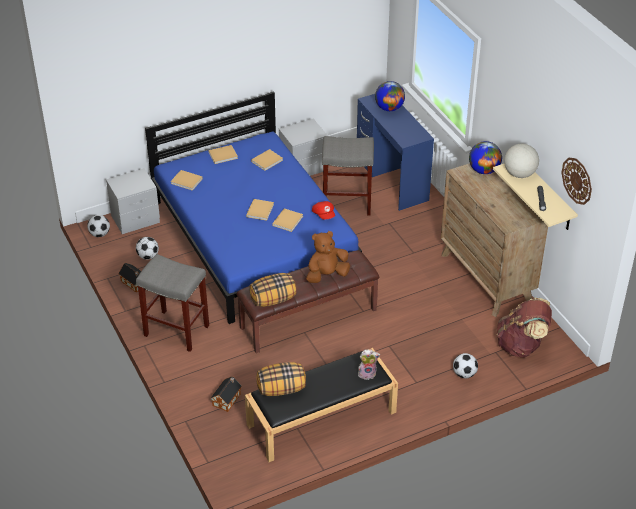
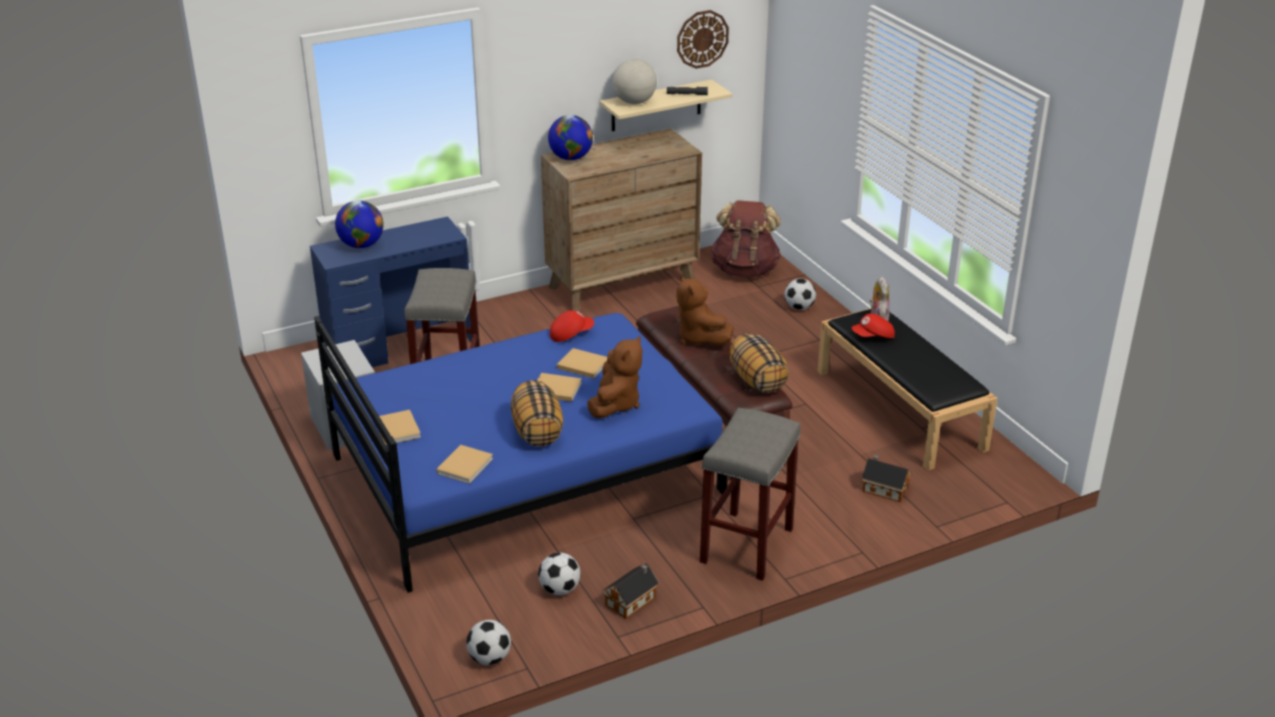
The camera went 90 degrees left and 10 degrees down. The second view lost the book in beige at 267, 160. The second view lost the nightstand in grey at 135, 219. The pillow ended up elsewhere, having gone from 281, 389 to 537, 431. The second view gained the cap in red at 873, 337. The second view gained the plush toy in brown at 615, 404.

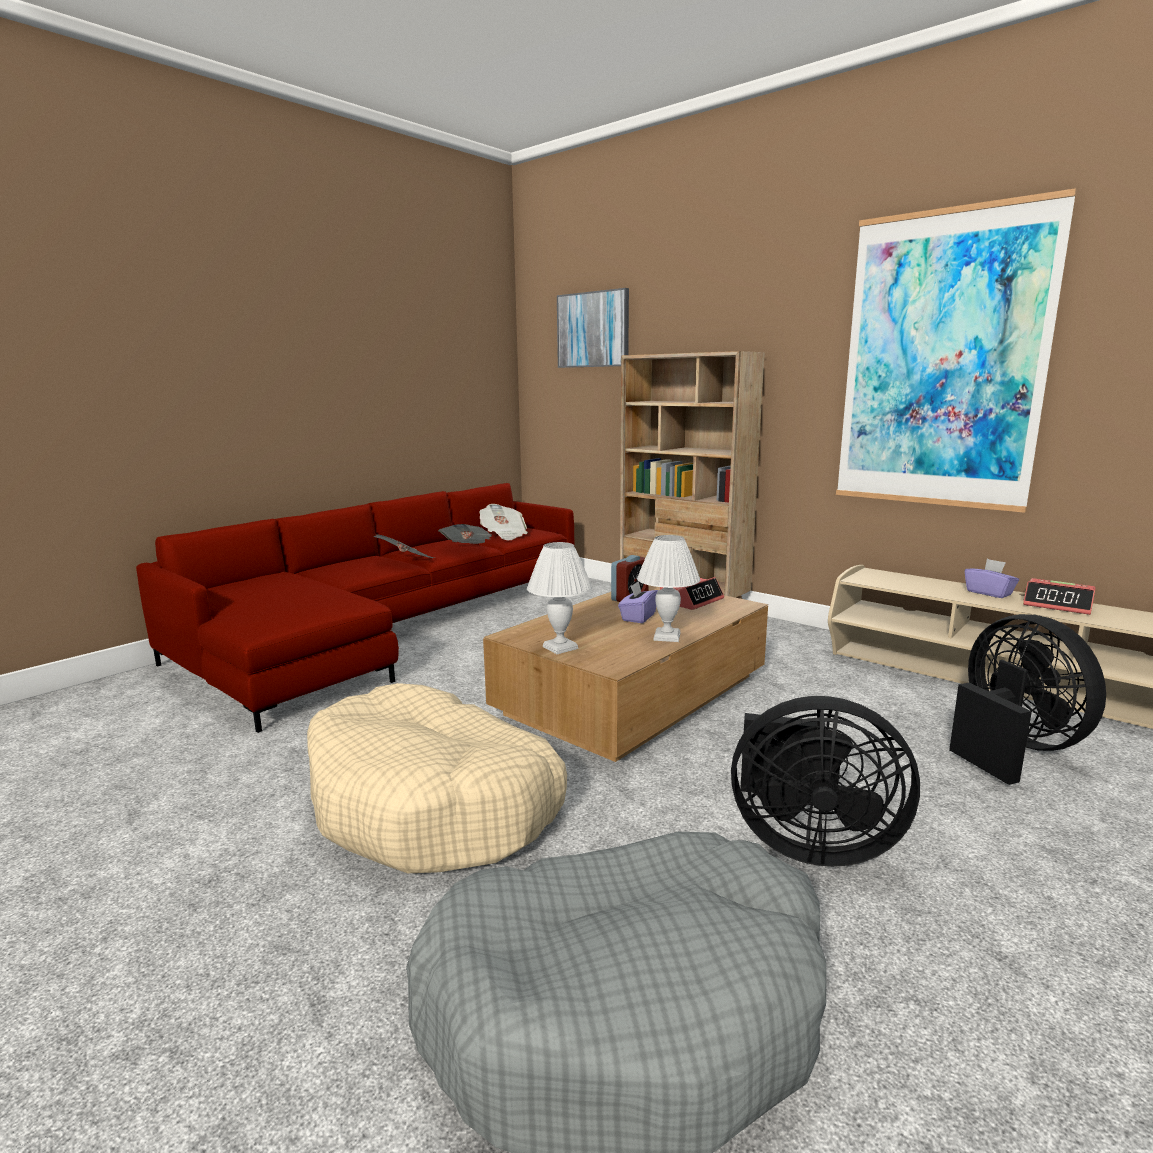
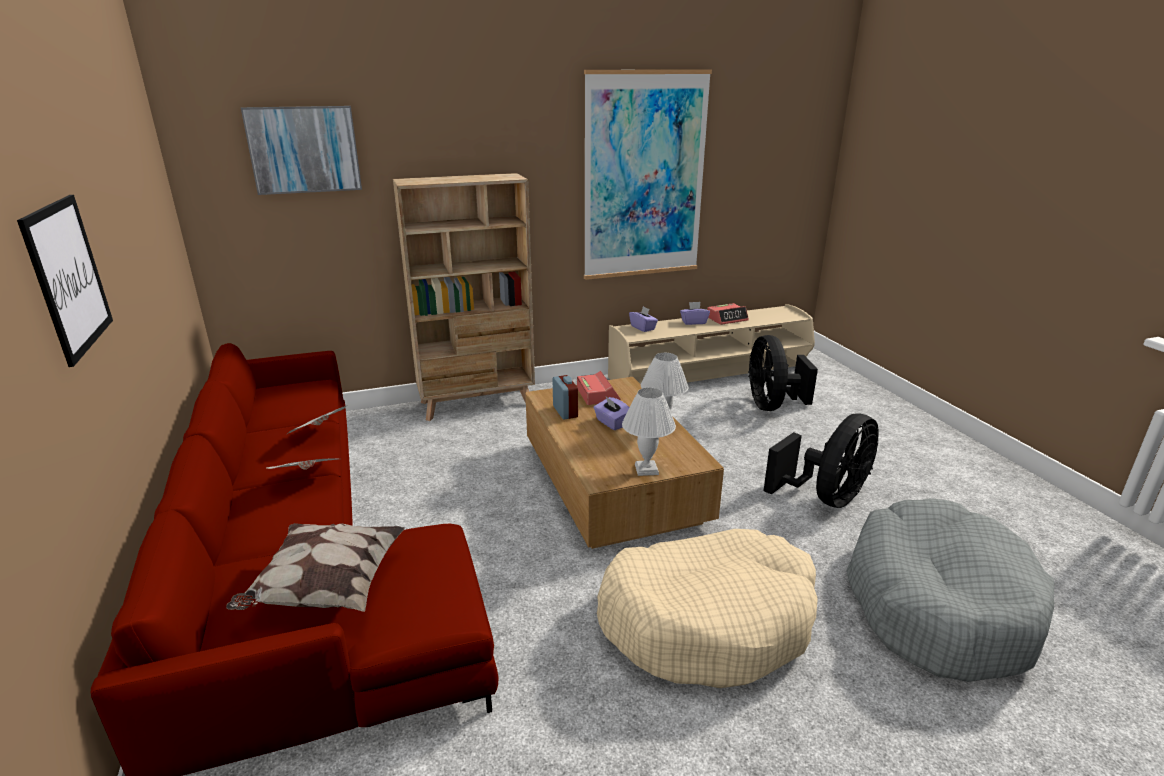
The camera went 60 degrees left and 10 degrees up. The second view lost the newspaper at 504, 535. The fan in black at 1012, 748 ended up facing another way, 105 degrees counterclockwise from before. The second view gained the picture at 68, 277. The second view gained the tissue box in purple at 643, 328. The second view gained the pillow at 326, 588.

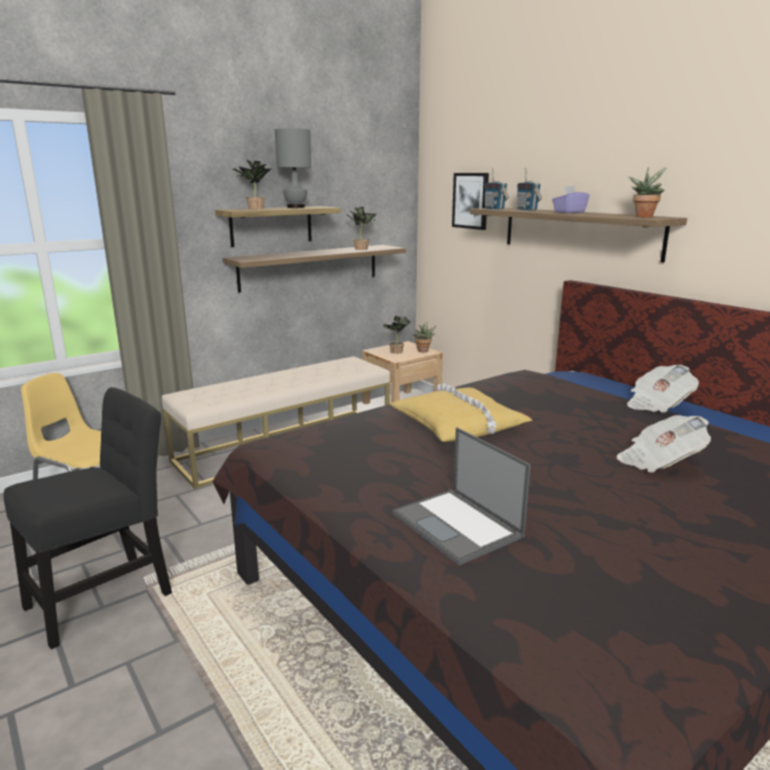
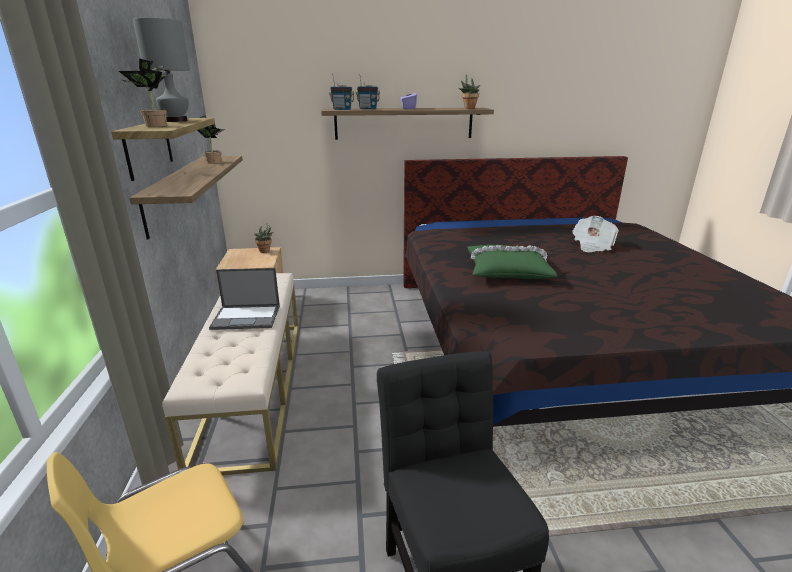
The camera went 60 degrees left and 5 degrees up. The second view lost the picture at 471, 201. The second view lost the potted plant at 396, 352. The second view lost the newspaper at 657, 404. What was the pillow in yellow at 459, 425 turned into the pillow in green at 507, 270. The laptop ended up elsewhere, having gone from 458, 526 to 247, 317.

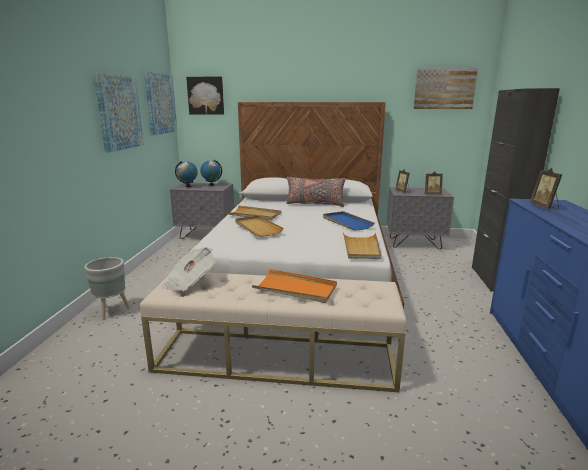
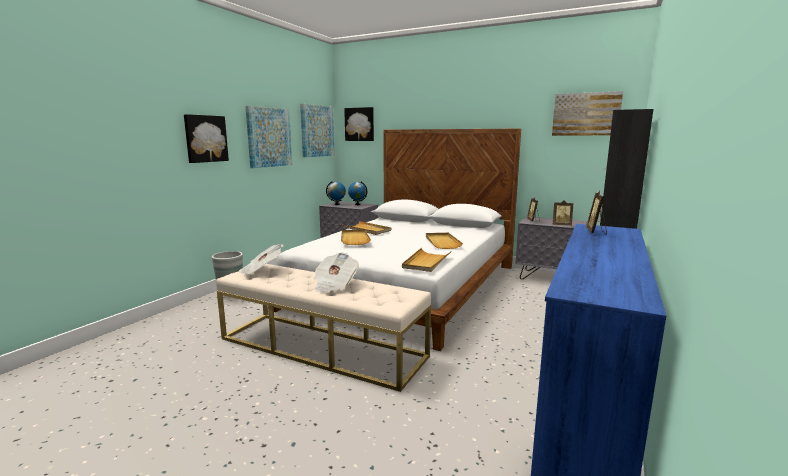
The camera went 20 degrees right and 5 degrees down. The second view lost the pillow in grey at 314, 204. What was the tray in blue at 346, 222 turned into the tray in beige at 442, 242. Where the tray in orange stood at 295, 289, the newspaper came to stand at 334, 285. The second view gained the picture at 205, 138.

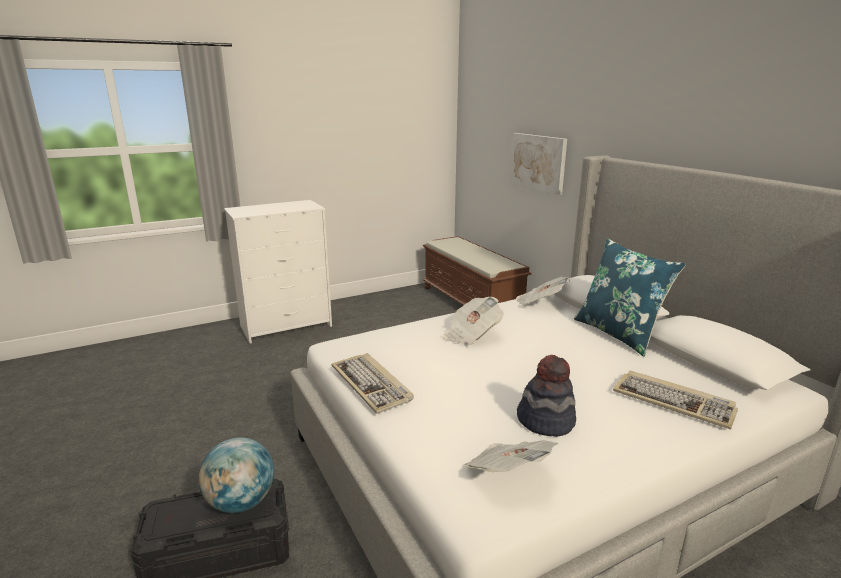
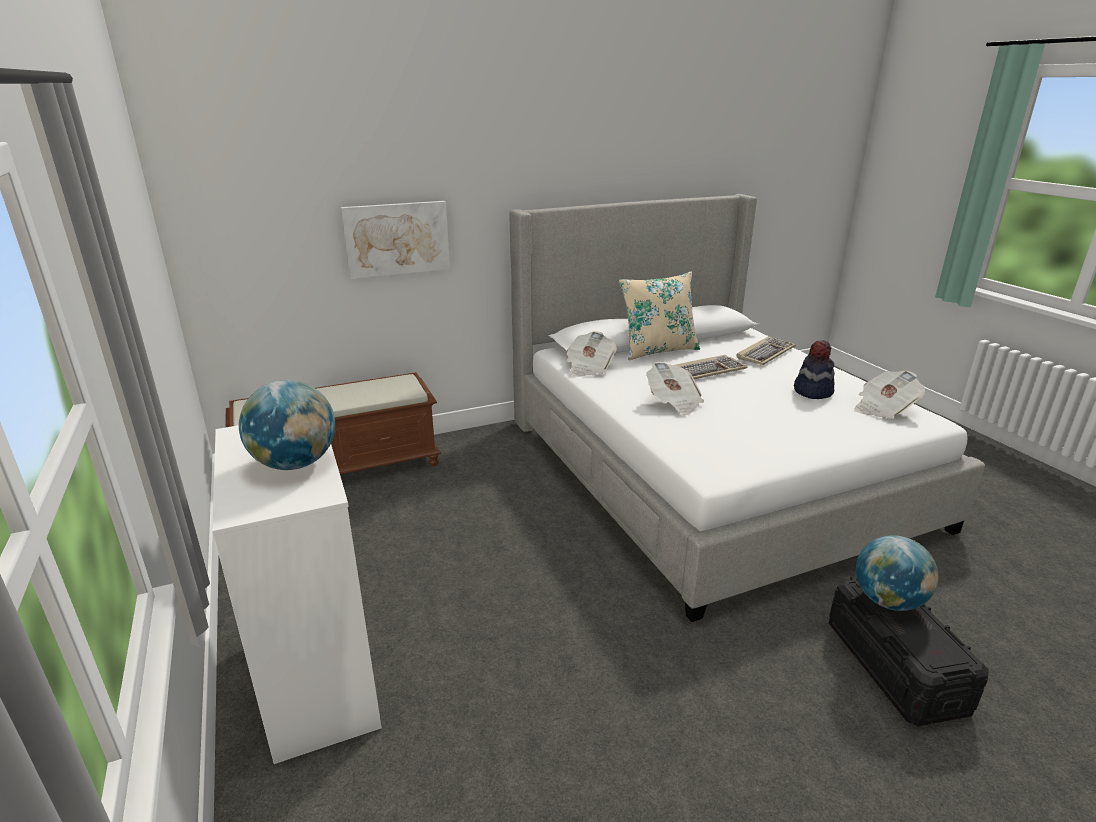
The camera went 85 degrees left and 5 degrees up. What was the pillow in blue at 618, 333 turned into the pillow in beige at 657, 350. The keyboard ended up elsewhere, having gone from 372, 385 to 706, 371. The second view gained the globe at 295, 464.

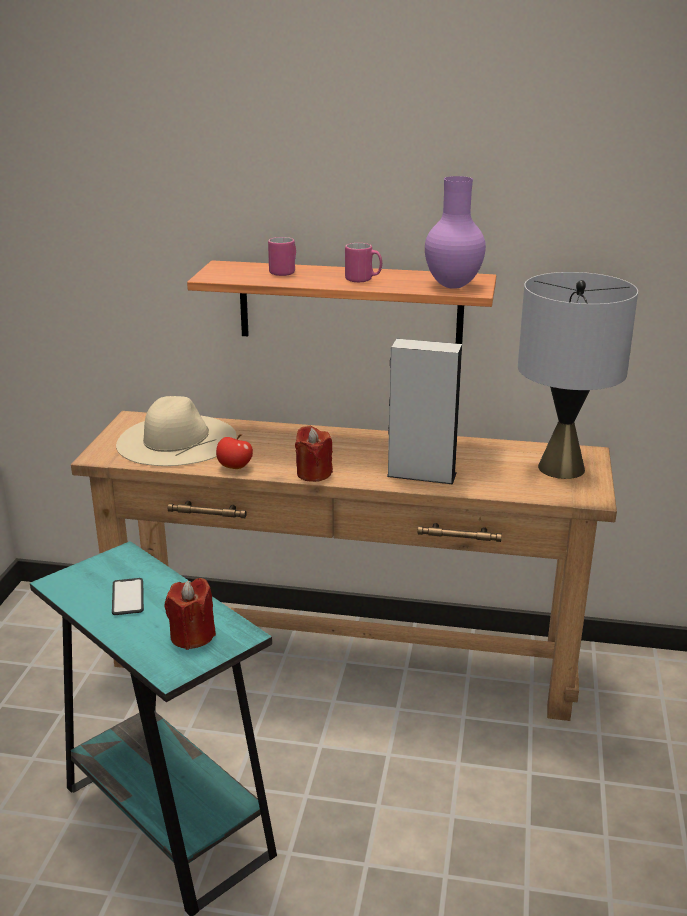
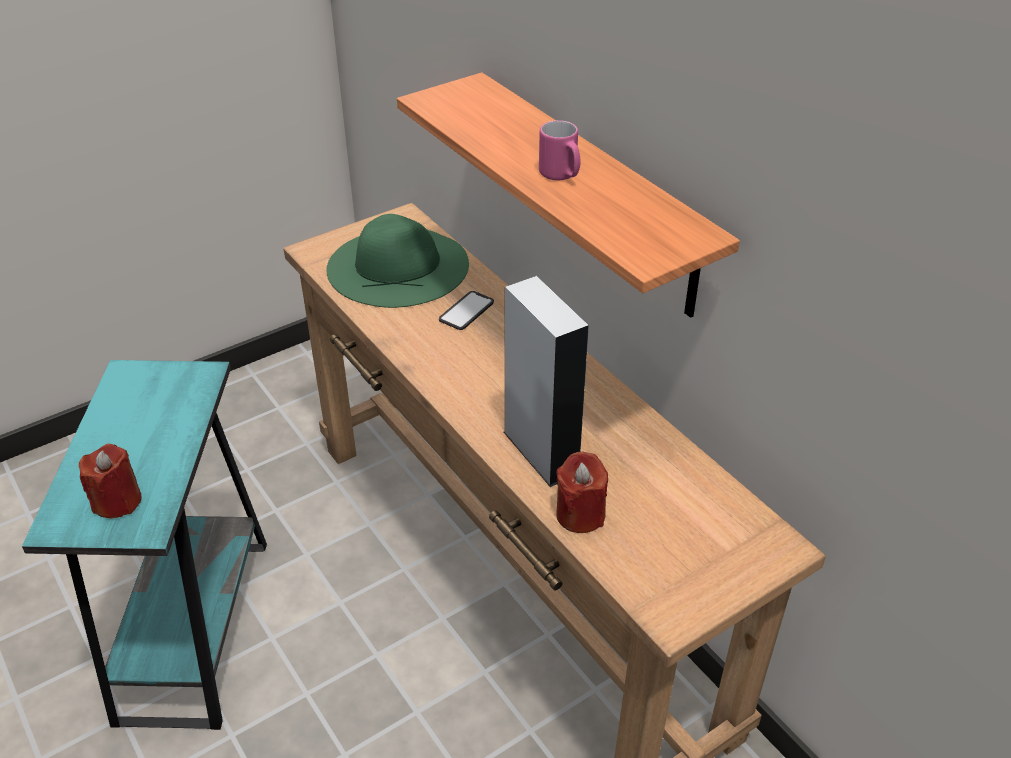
The camera went 45 degrees right and 15 degrees up. The second view lost the vase in purple at 453, 286. The second view lost the mug in pink at 285, 272. The second view lost the table lamp in grey at 560, 468. What was the hat in beige at 176, 440 turned into the hat in green at 398, 266. The candle in red ended up elsewhere, having gone from 313, 474 to 580, 514. The second view lost the apple at 234, 467. The phone ended up elsewhere, having gone from 128, 597 to 466, 311.

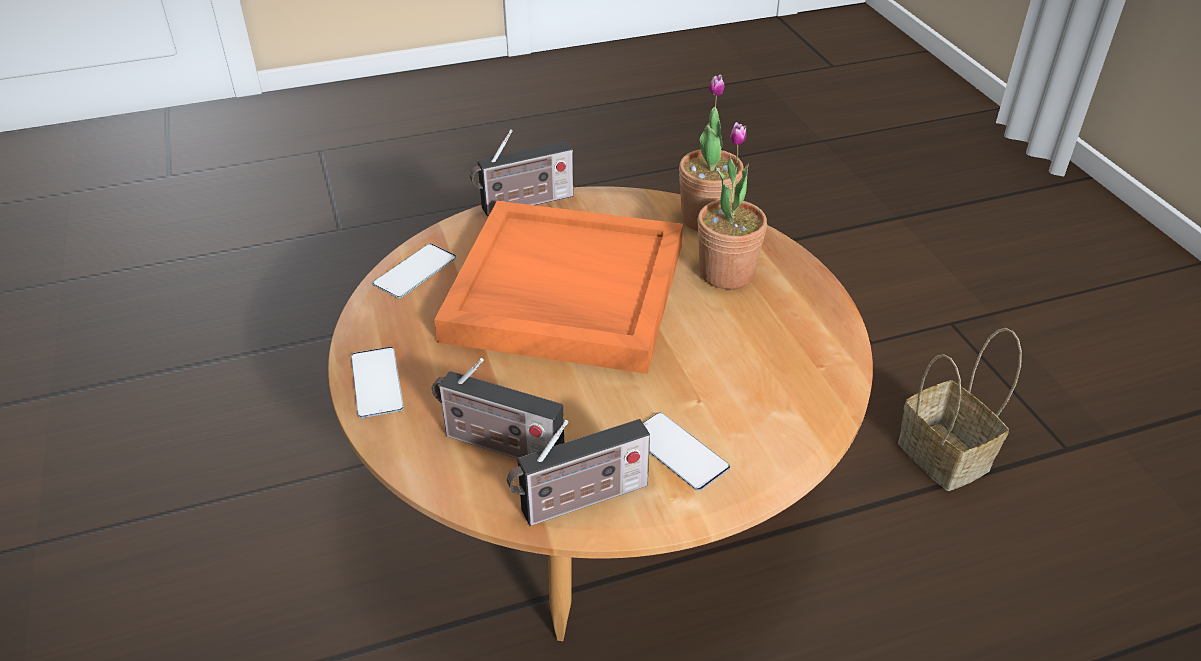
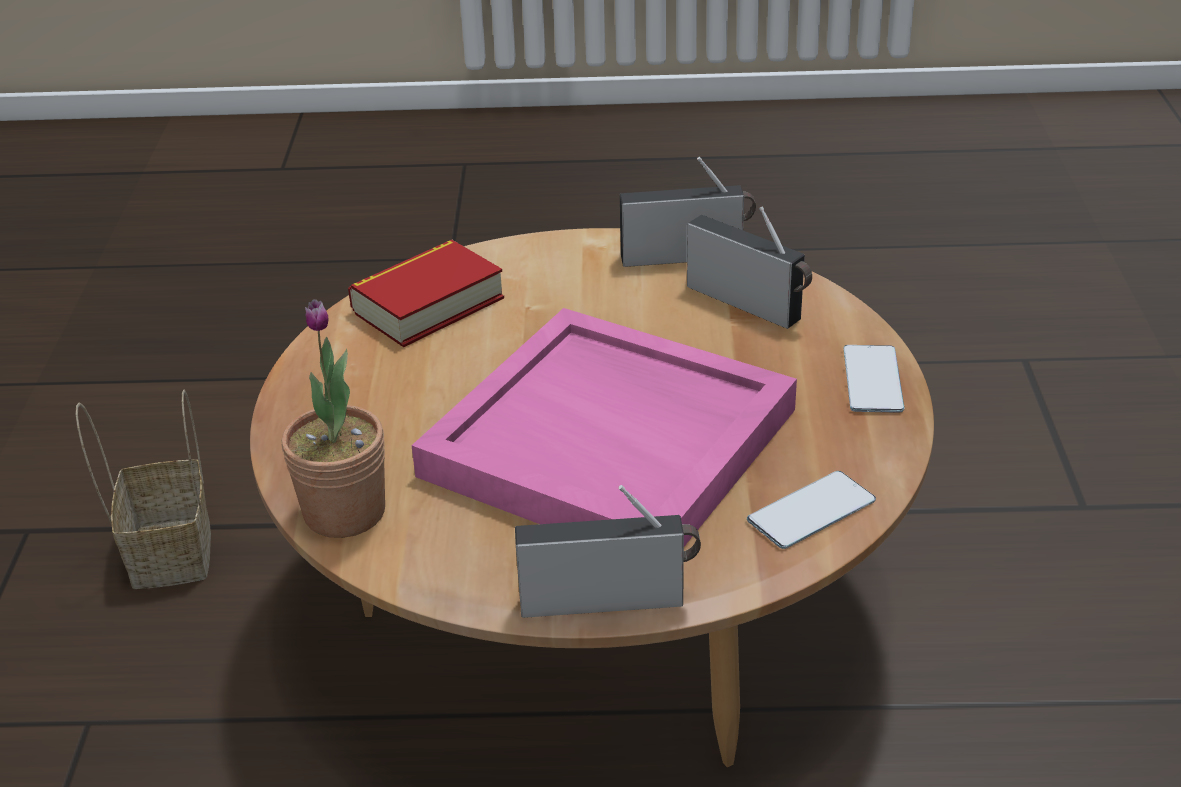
The camera went 160 degrees left and 5 degrees down. The second view lost the potted plant at 726, 273. What was the tray in orange at 563, 292 turned into the tray in pink at 613, 442. The second view lost the phone at 678, 451. The second view gained the book at 428, 305.

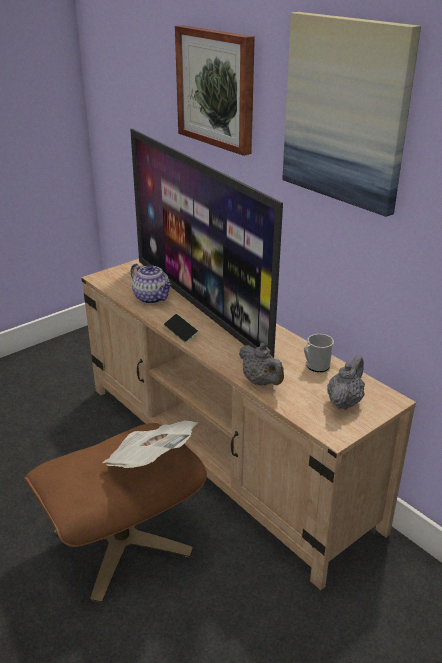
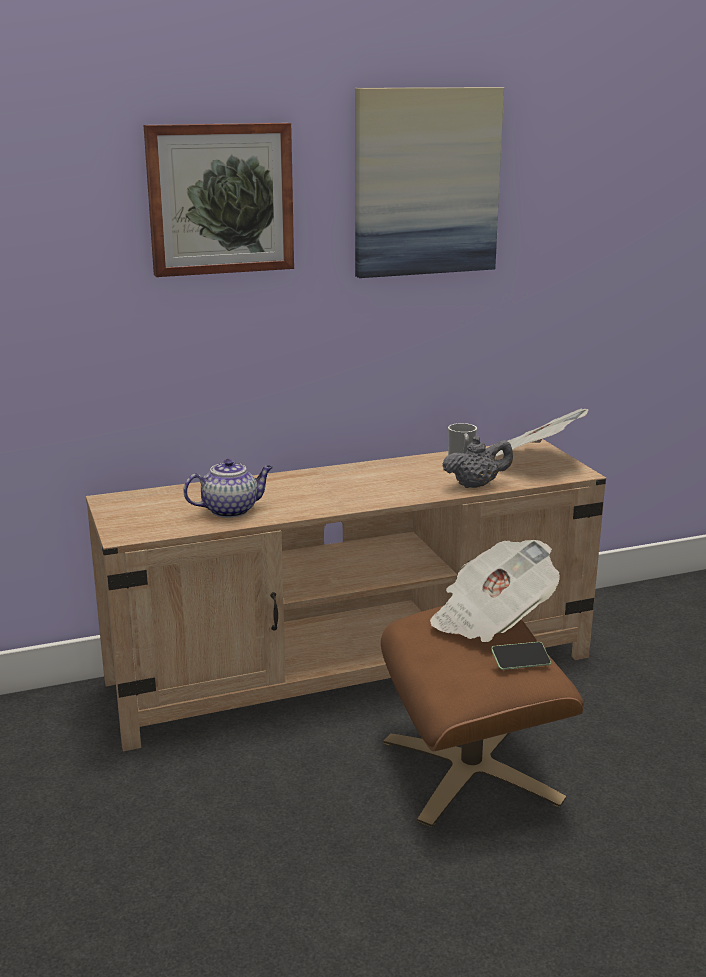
The camera went 70 degrees left and 10 degrees down. The second view lost the television at 201, 307. The phone ended up elsewhere, having gone from 181, 332 to 520, 663. Where the teapot in grey stood at 344, 402, the newspaper came to stand at 530, 461.

